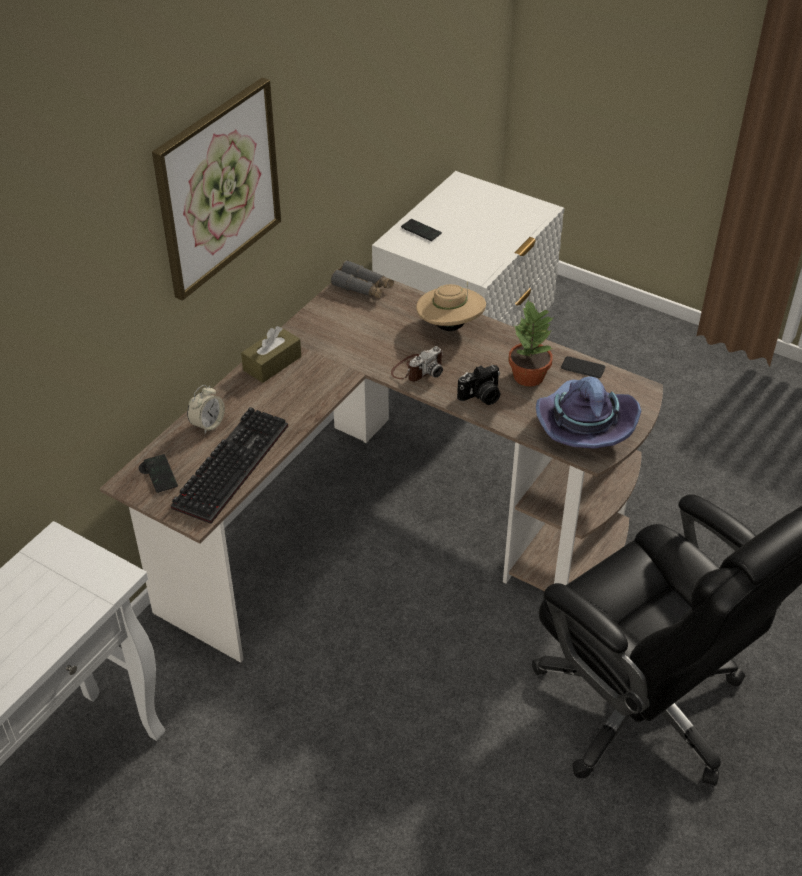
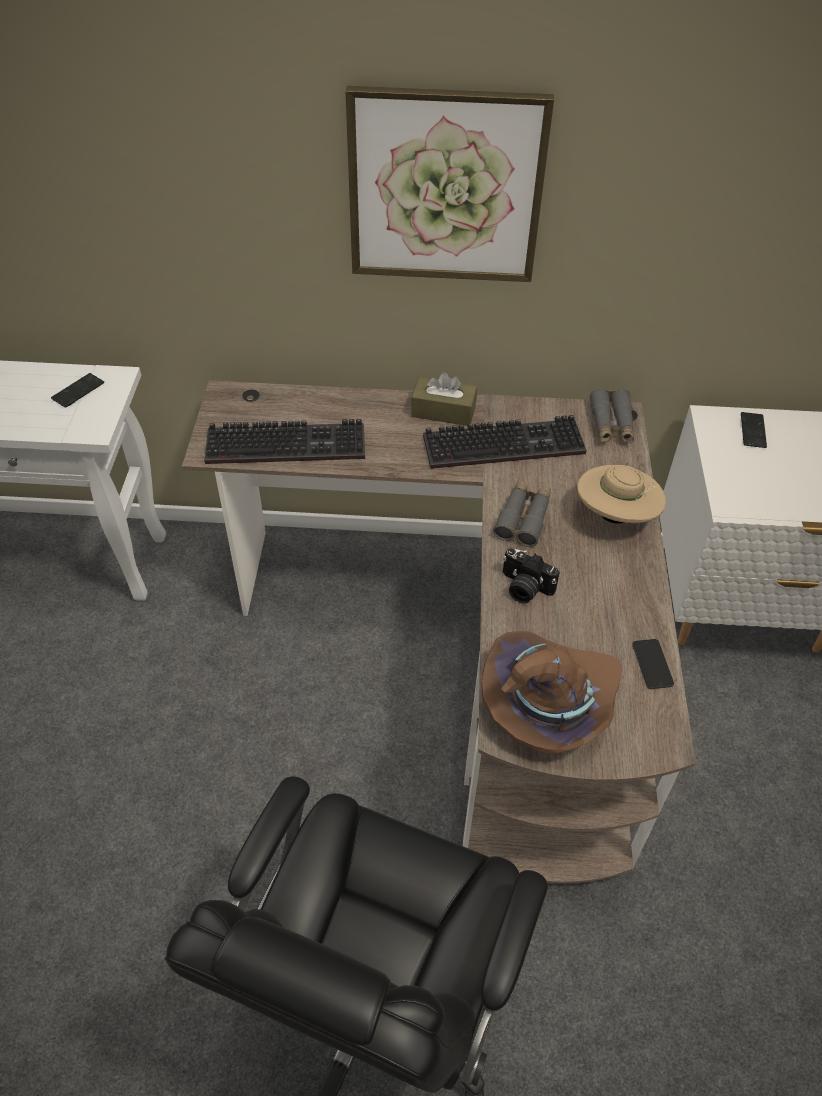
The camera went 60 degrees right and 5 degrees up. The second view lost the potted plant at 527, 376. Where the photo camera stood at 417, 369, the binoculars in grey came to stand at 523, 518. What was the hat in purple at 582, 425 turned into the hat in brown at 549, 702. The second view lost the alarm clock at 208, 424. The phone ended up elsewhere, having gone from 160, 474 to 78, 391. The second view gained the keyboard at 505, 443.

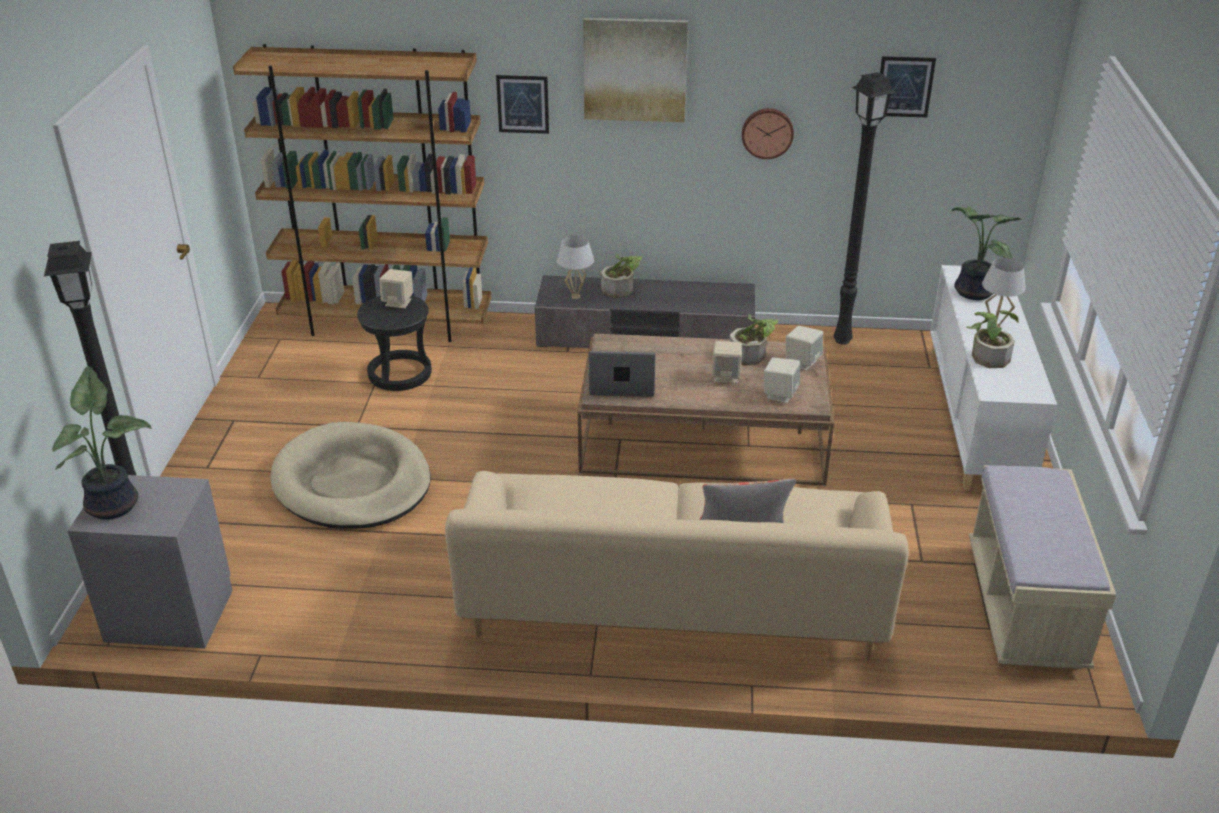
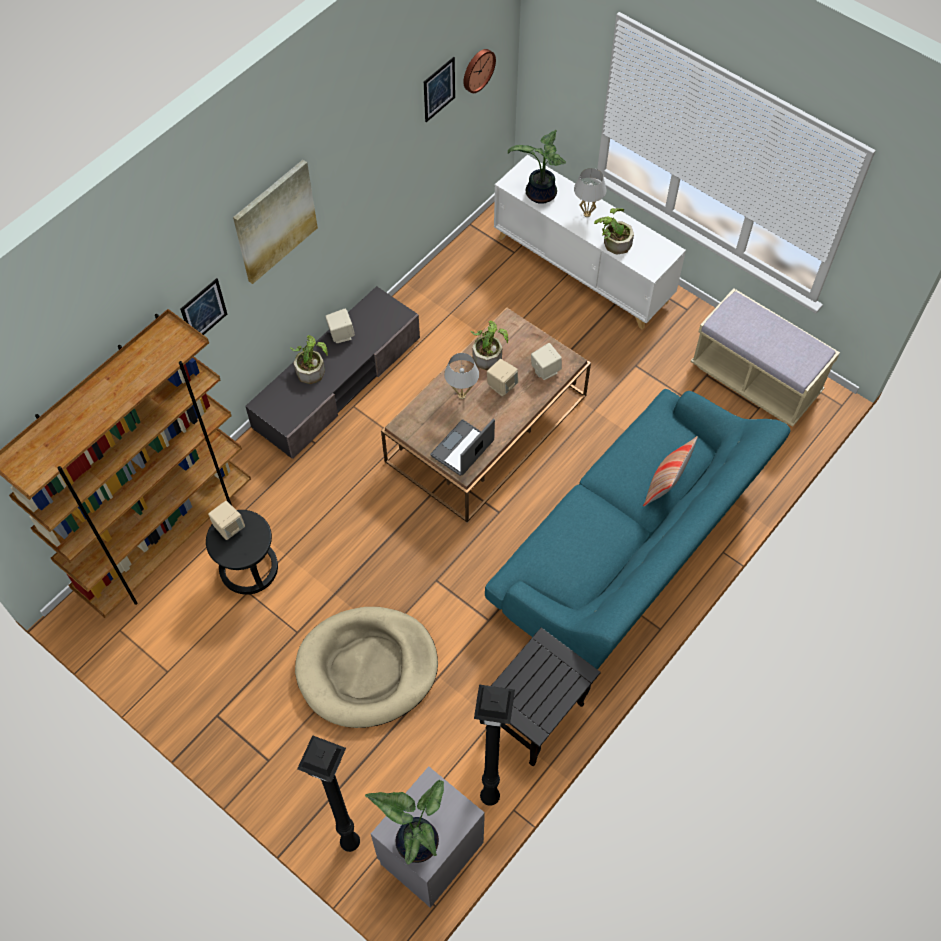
The camera went 55 degrees left and 25 degrees up. The floor lamp in black ended up elsewhere, having gone from 842, 339 to 488, 795. The wall clock ended up elsewhere, having gone from 767, 132 to 477, 70. The table lamp in white ended up elsewhere, having gone from 576, 297 to 462, 395. The speaker in beige ended up elsewhere, having gone from 802, 362 to 341, 334. What was the sofa in beige at 672, 601 turned into the sofa in turquoise at 629, 547. The second view gained the side table in black at 535, 719.

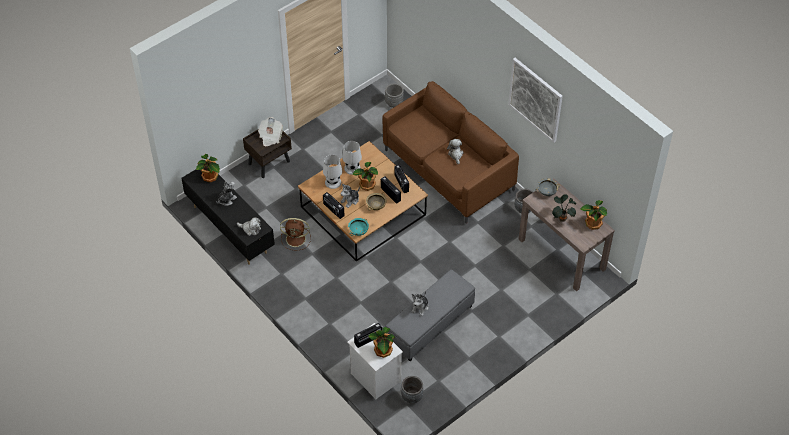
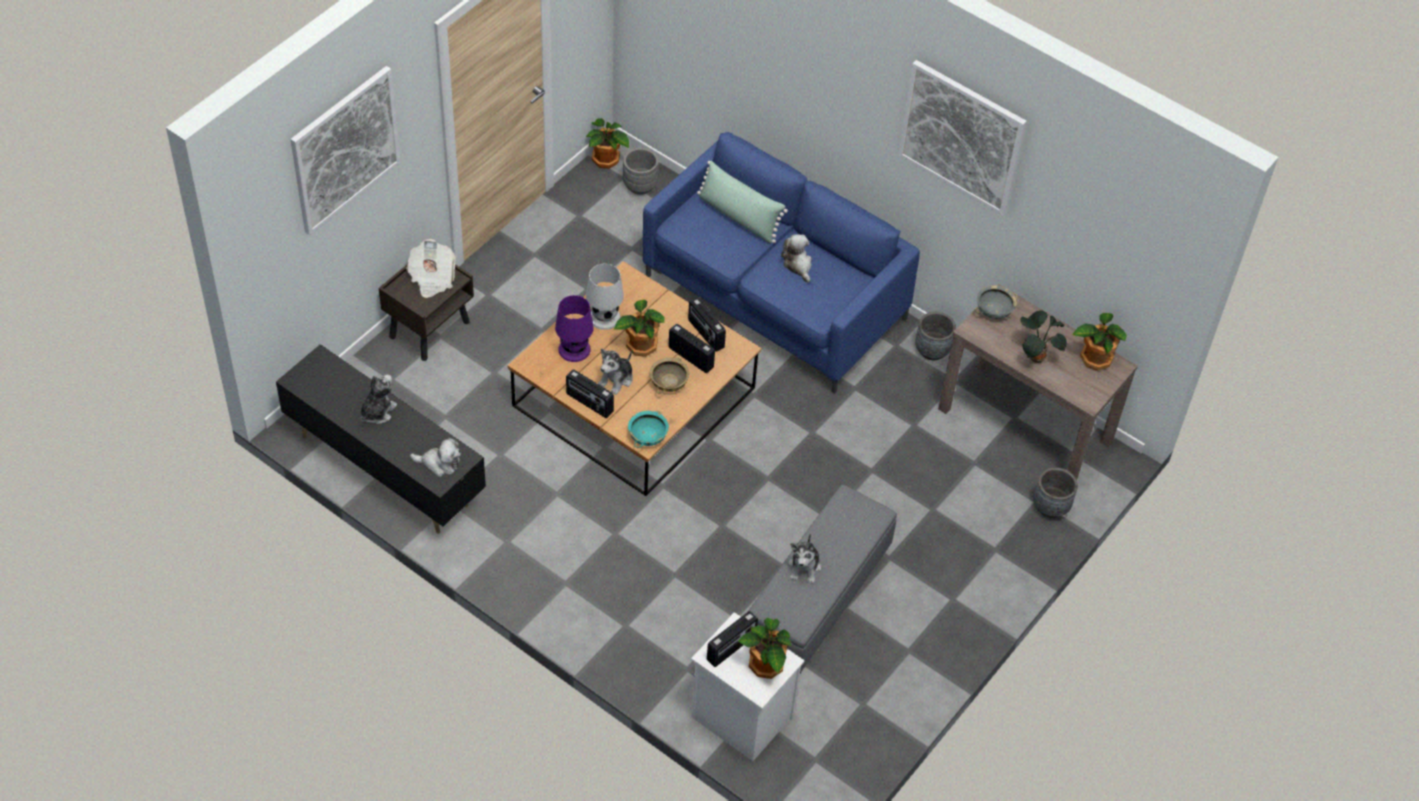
The camera went 15 degrees left and 0 degrees up. What was the sofa in brown at 448, 170 turned into the sofa in blue at 774, 298. The potted plant ended up elsewhere, having gone from 210, 177 to 606, 160. What was the table lamp in white at 333, 182 turned into the table lamp in purple at 574, 349. The second view lost the fan in brown at 296, 239. The planter in grey ended up elsewhere, having gone from 412, 396 to 1051, 507. The second view gained the picture at 345, 149. The second view gained the pillow in green at 738, 216.

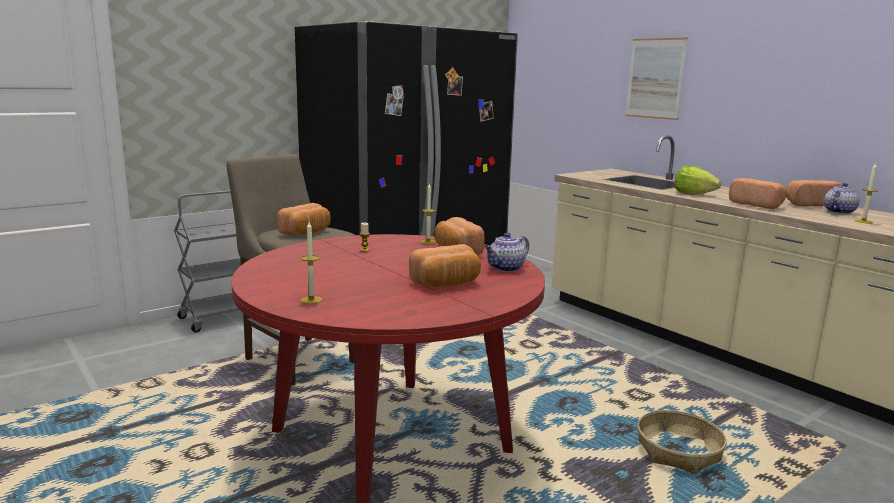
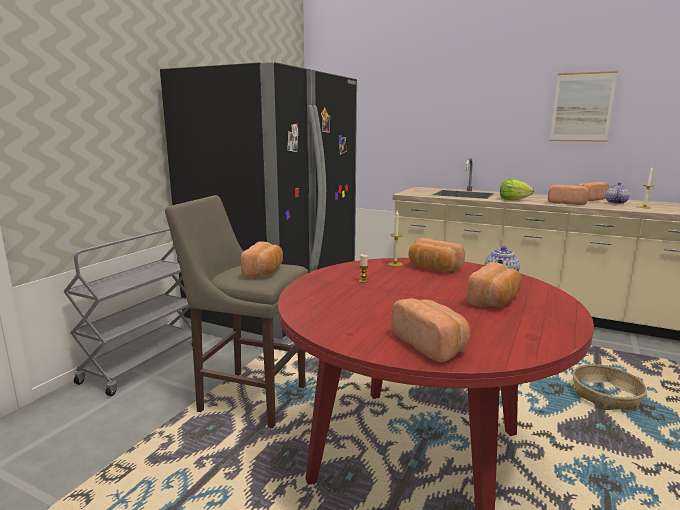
The camera went 25 degrees left and 0 degrees up. The picture ended up elsewhere, having gone from 655, 78 to 582, 107. Where the candle stood at 311, 300, the bread came to stand at 431, 345.

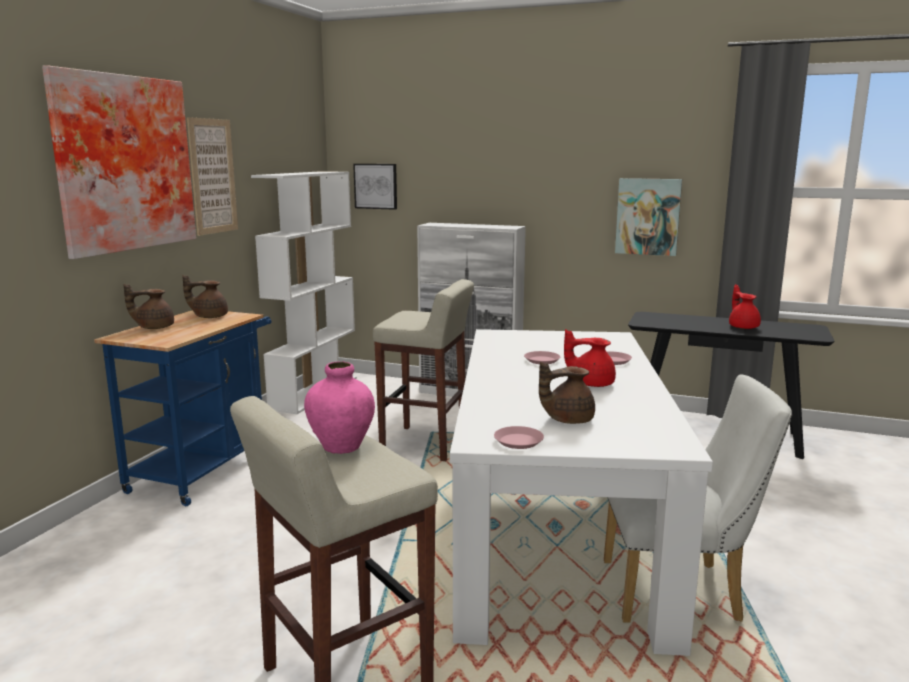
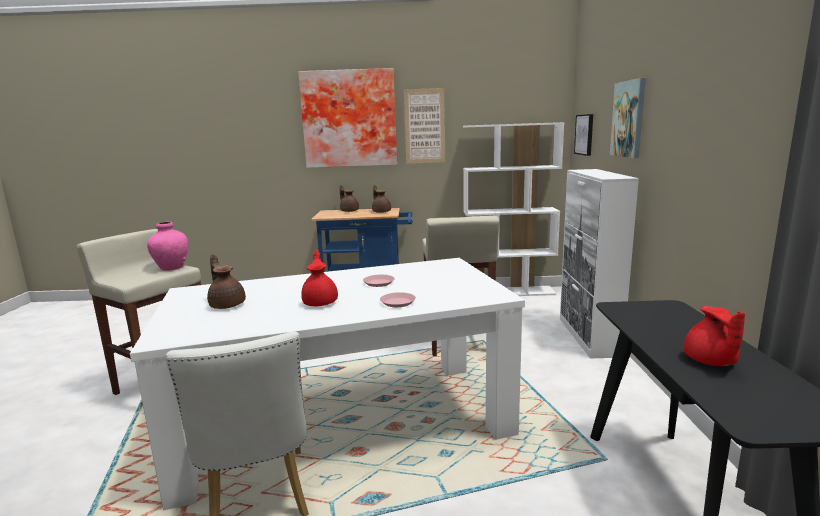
The camera went 70 degrees right and 0 degrees up. The picture ended up elsewhere, having gone from 648, 216 to 628, 119. The teapot in red at 743, 327 ended up facing another way, 120 degrees clockwise from before. The second view lost the plate in pink at 518, 441.

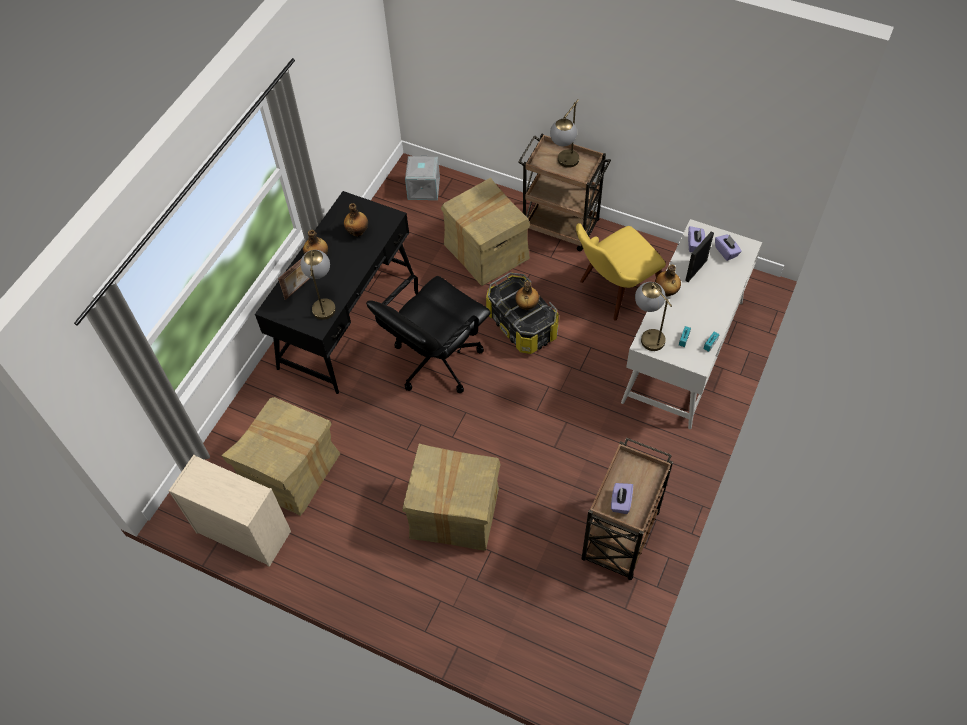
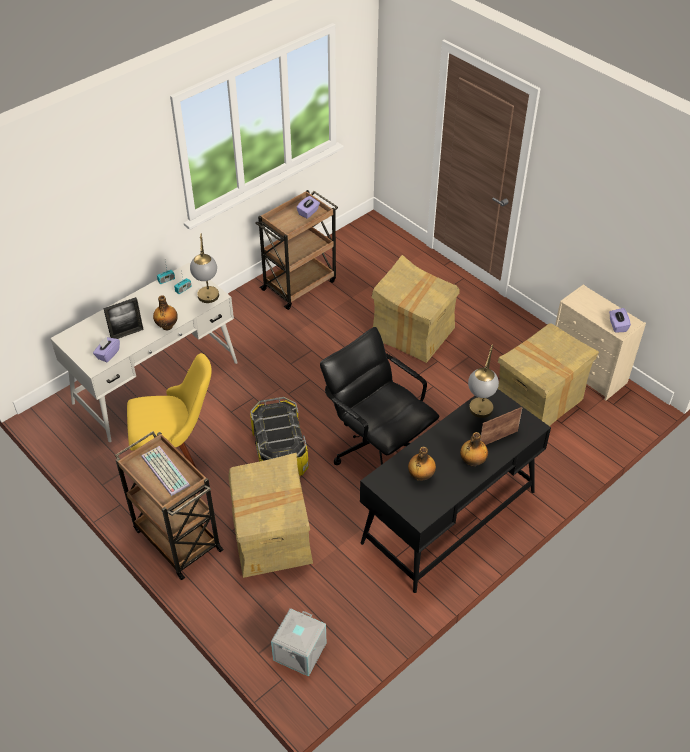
The camera went 160 degrees left and 10 degrees down. Where the table lamp stood at 564, 165, the keyboard came to stand at 164, 471. The tissue box in purple ended up elsewhere, having gone from 726, 252 to 617, 325. The office chair in black at 435, 360 ended up facing another way, 105 degrees counterclockwise from before. The second view lost the bottle at 526, 306.

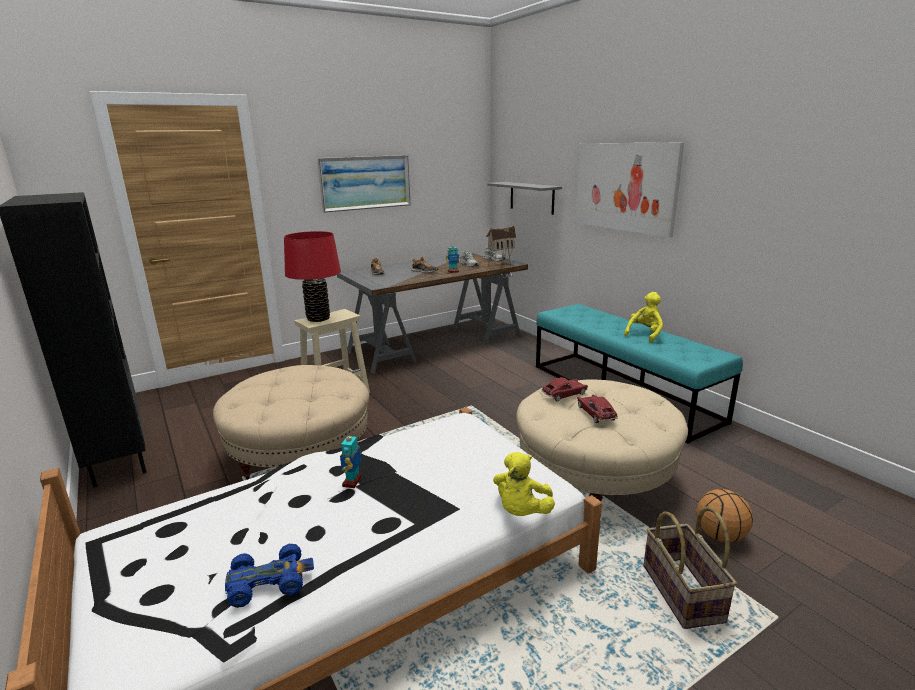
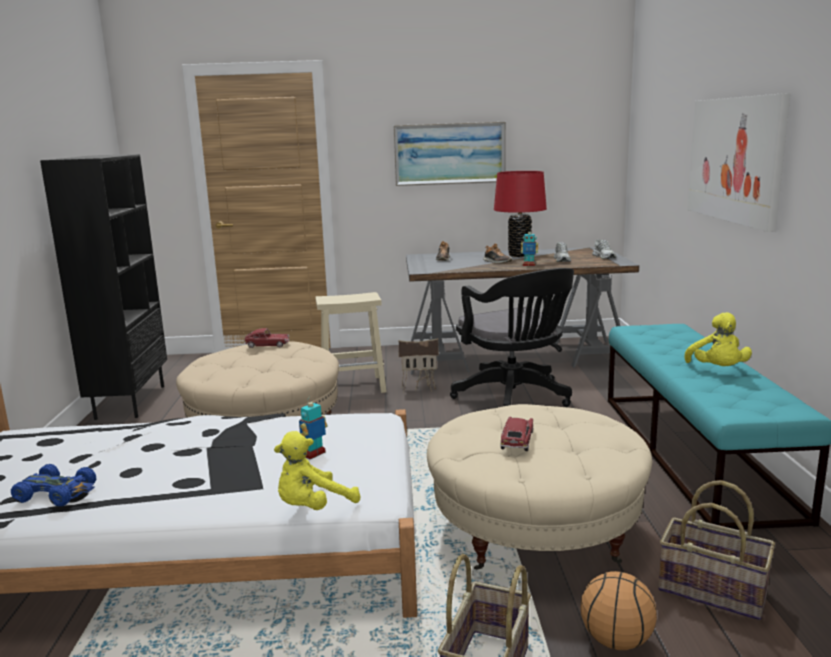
The camera went 30 degrees right and 5 degrees down. The second view lost the shelf in grey at 531, 197. The toy house ended up elsewhere, having gone from 500, 265 to 419, 388. The table lamp in red ended up elsewhere, having gone from 318, 318 to 519, 255. The plush toy in yellow at 645, 334 ended up facing another way, 105 degrees clockwise from before. The toy car ended up elsewhere, having gone from 564, 394 to 267, 345. The toy robot ended up elsewhere, having gone from 352, 482 to 314, 454. The second view gained the office chair in black at 515, 398. The second view gained the basket at 713, 590.

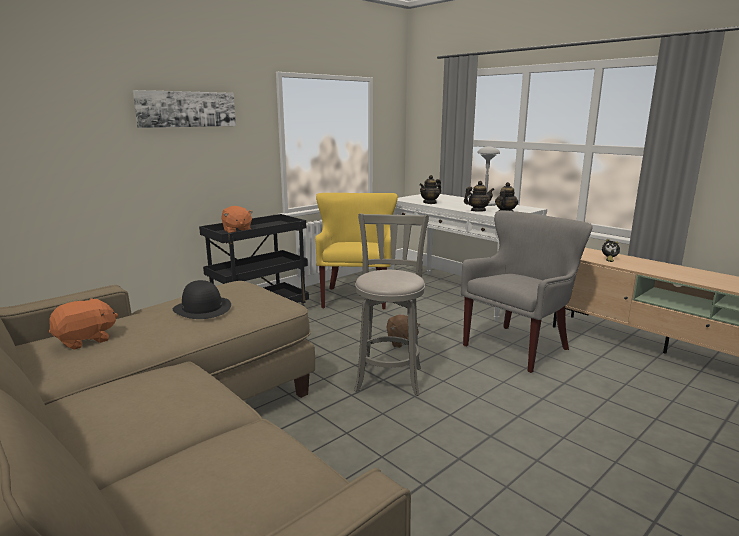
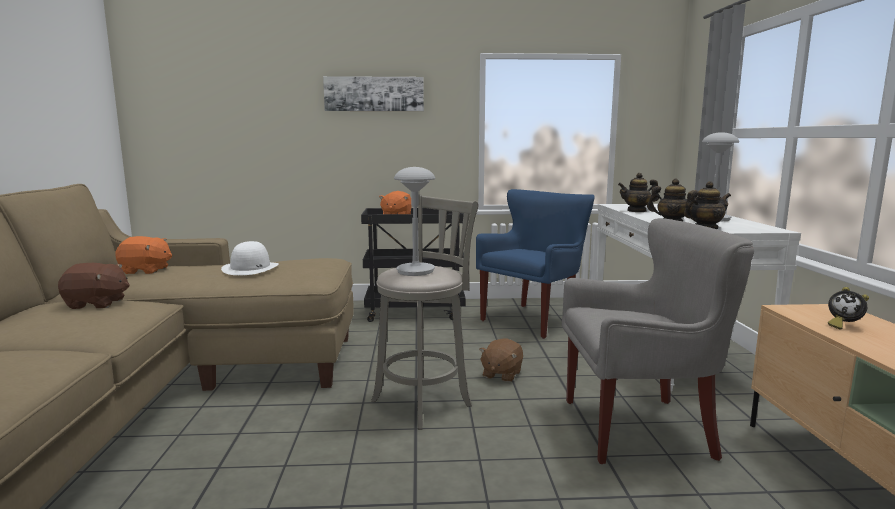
The camera went 40 degrees right and 5 degrees down. What was the armchair in yellow at 356, 298 turned into the armchair in blue at 534, 320. What was the hat in black at 202, 308 turned into the hat in white at 250, 268. The second view gained the table lamp in grey at 416, 271. The second view gained the plush toy in brown at 97, 304.

